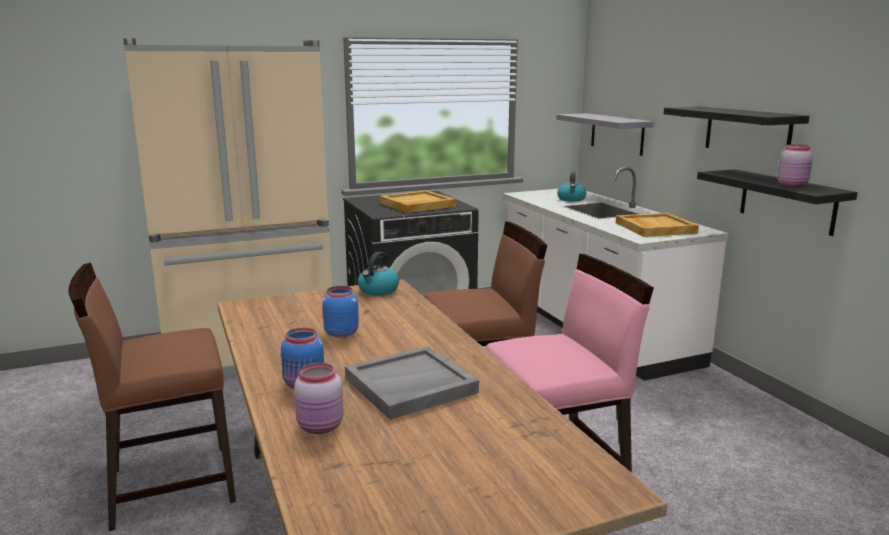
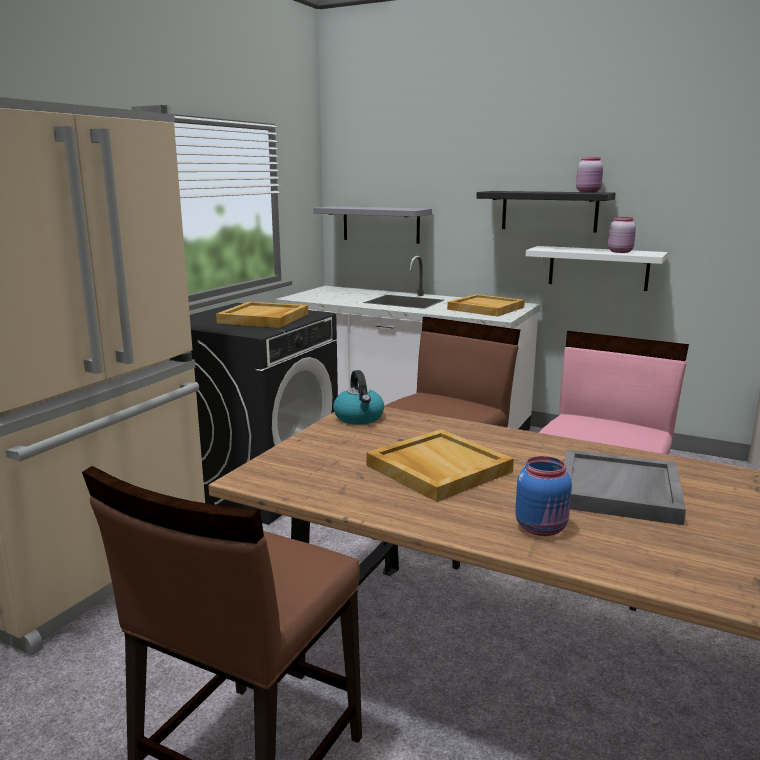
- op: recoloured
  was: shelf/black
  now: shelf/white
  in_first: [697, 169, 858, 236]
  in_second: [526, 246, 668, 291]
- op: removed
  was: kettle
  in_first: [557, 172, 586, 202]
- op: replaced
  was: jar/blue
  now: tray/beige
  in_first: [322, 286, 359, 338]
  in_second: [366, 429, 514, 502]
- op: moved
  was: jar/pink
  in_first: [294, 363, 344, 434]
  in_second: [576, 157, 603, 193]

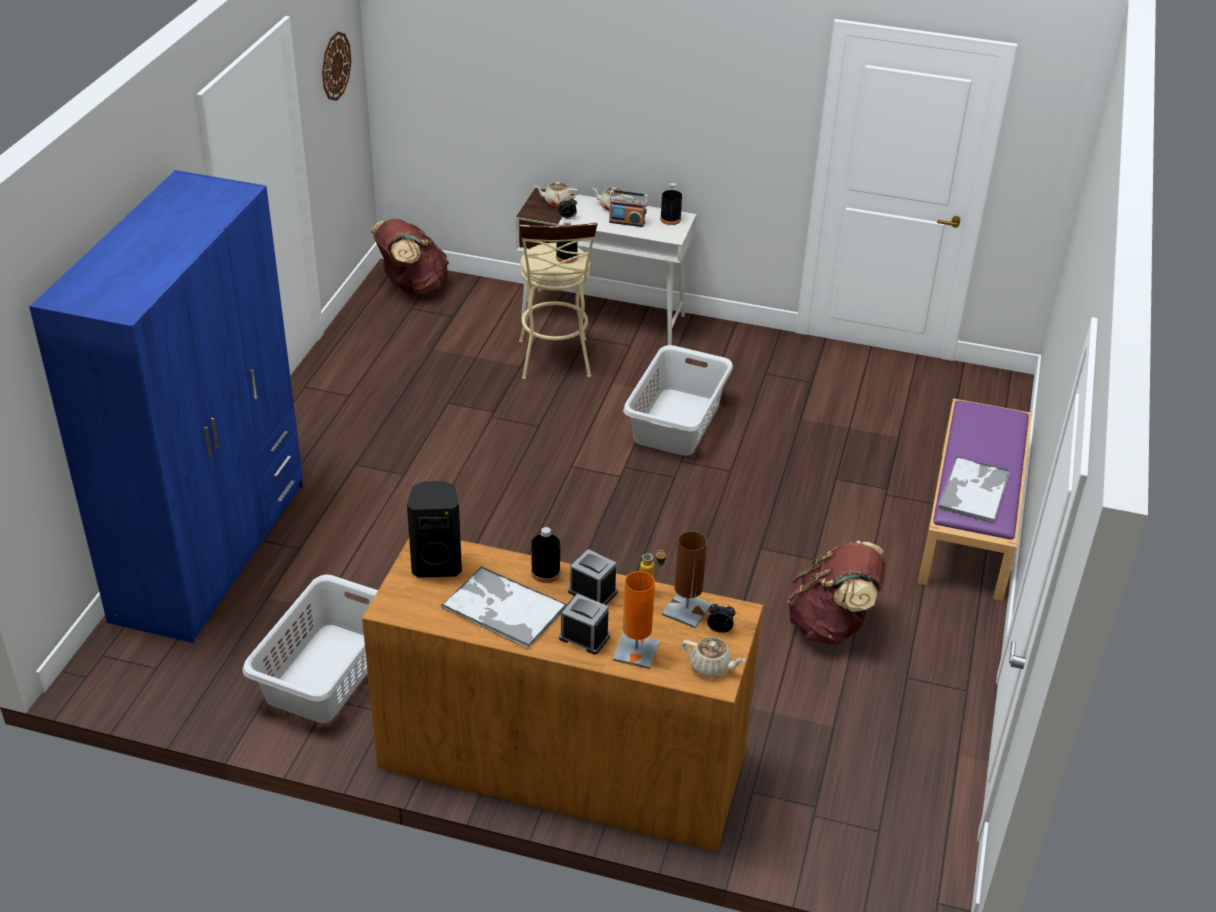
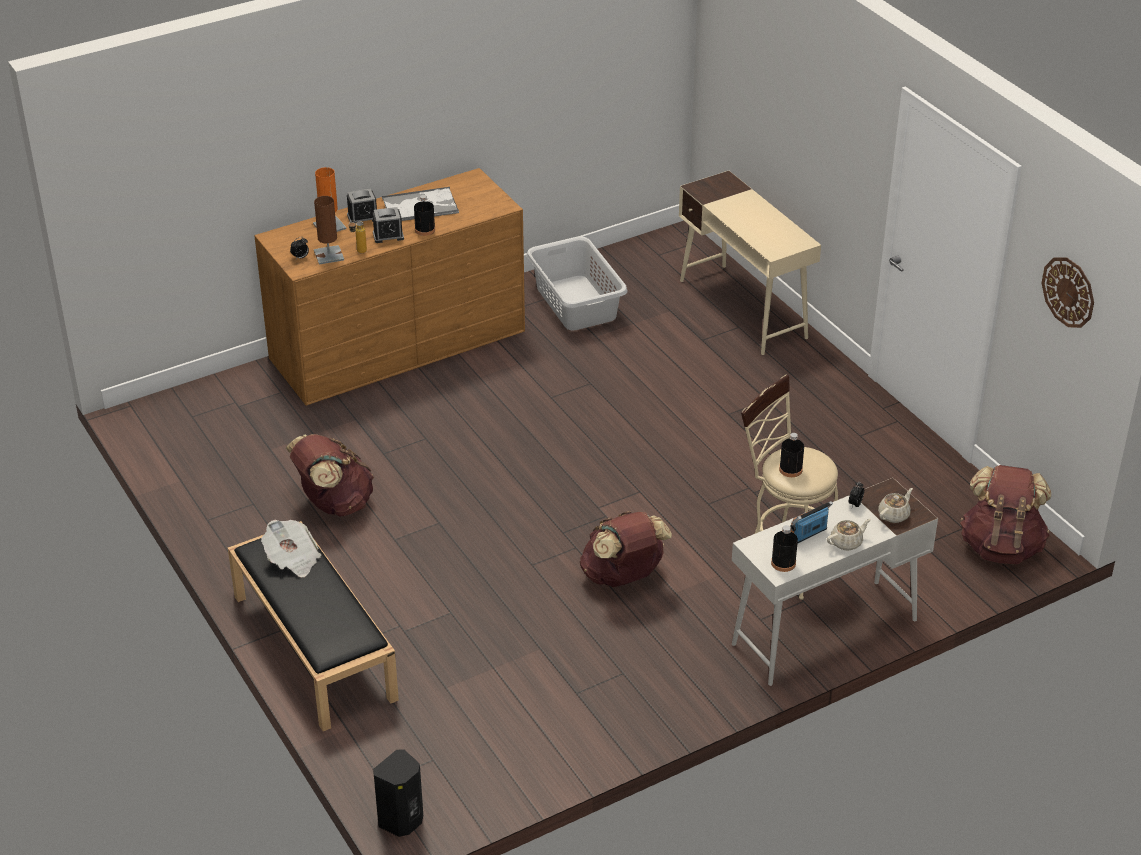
- op: replaced
  was: wardrobe/blue
  now: desk/beige
  in_first: [29, 170, 303, 643]
  in_second: [679, 171, 821, 355]
- op: replaced
  was: laundry basket/grey
  now: backpack/brown
  in_first: [623, 345, 733, 456]
  in_second: [580, 511, 672, 587]
- op: recoloured
  was: bench/purple
  now: bench/black
  in_first: [918, 398, 1032, 601]
  in_second: [228, 521, 399, 731]
- op: replaced
  was: tray
  now: newspaper
  in_first: [938, 457, 1010, 523]
  in_second: [261, 520, 321, 577]
- op: moved
  was: speaker/black
  in_first: [407, 481, 462, 578]
  in_second: [373, 750, 423, 837]
- op: removed
  was: teapot/beige
  in_first: [682, 637, 746, 677]

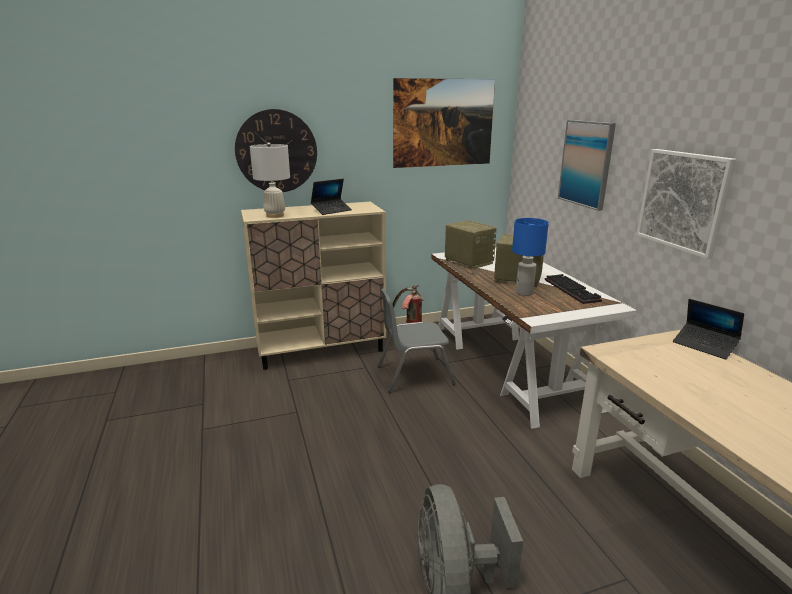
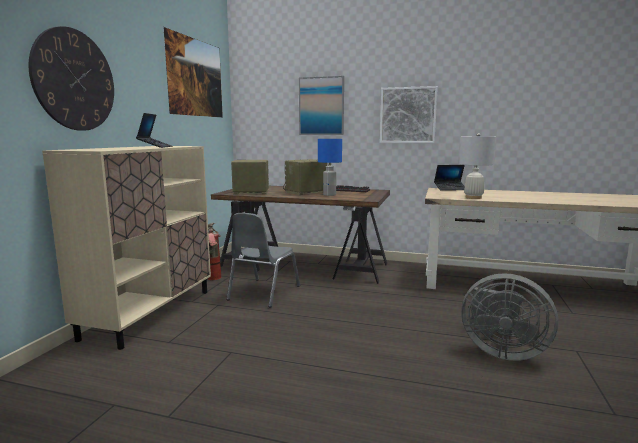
- op: moved
  was: table lamp/white
  in_first: [250, 142, 290, 218]
  in_second: [459, 133, 496, 199]
- op: recoloured
  was: desk/white
  now: desk/brown
  in_first: [432, 247, 637, 429]
  in_second: [211, 186, 390, 284]

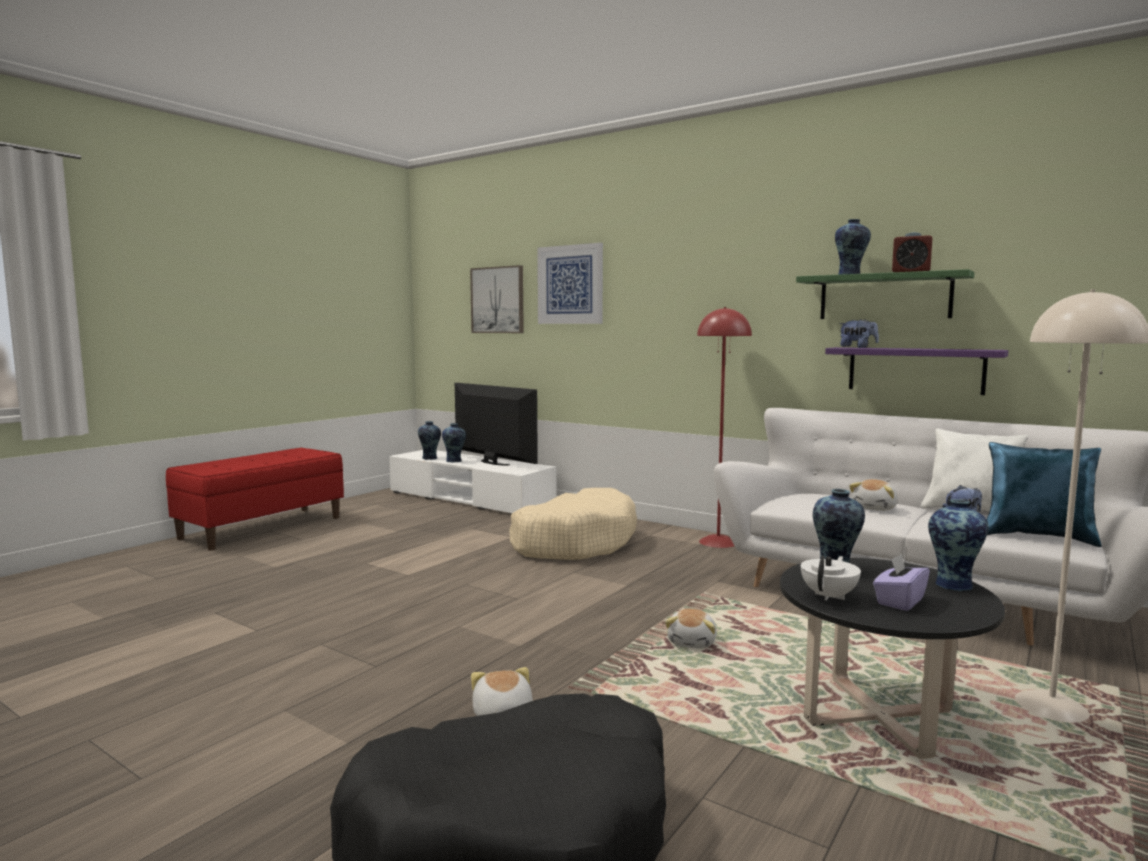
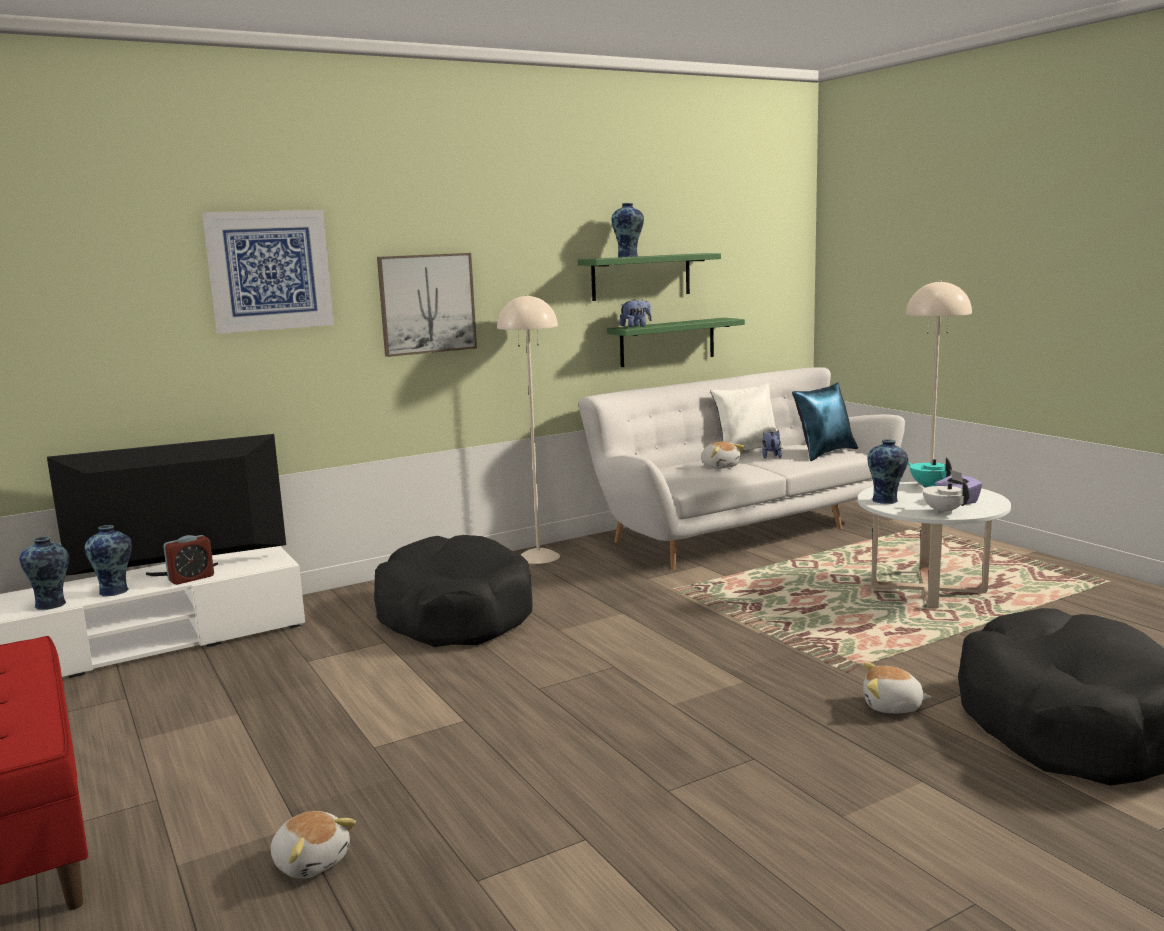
- op: moved
  was: alarm clock
  in_first: [892, 232, 932, 272]
  in_second: [163, 535, 214, 585]
- op: moved
  was: picture
  in_first: [470, 265, 524, 333]
  in_second: [377, 253, 477, 357]
- op: recoloured
  was: floor lamp/red
  now: floor lamp/beige
  in_first: [697, 307, 752, 548]
  in_second: [497, 294, 560, 564]
- op: recoloured
  was: shelf/purple
  now: shelf/green
  in_first: [825, 347, 1008, 395]
  in_second: [607, 318, 745, 367]
- op: recoloured
  was: dog bed/beige
  now: dog bed/black
  in_first: [509, 488, 637, 560]
  in_second: [374, 535, 533, 647]
- op: replaced
  was: vase
  now: teapot/turquoise
  in_first: [928, 499, 989, 591]
  in_second: [908, 457, 952, 487]
- op: recoloured
  was: coffee table/black
  now: coffee table/white
  in_first: [780, 558, 1005, 759]
  in_second: [857, 482, 1011, 608]
- op: moved
  was: plush toy
  in_first: [665, 609, 717, 649]
  in_second: [271, 811, 356, 879]

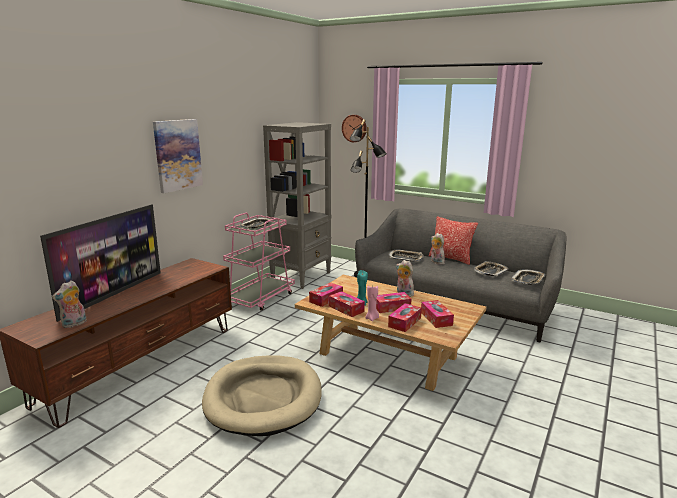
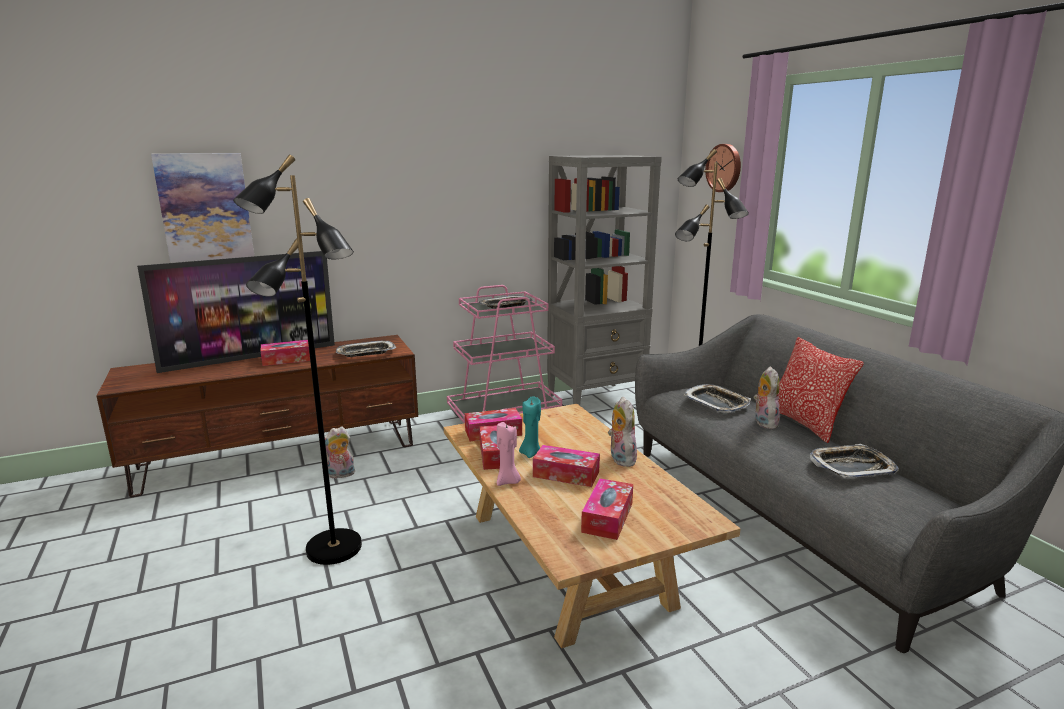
- op: moved
  was: picture
  in_first: [153, 119, 203, 193]
  in_second: [151, 153, 254, 262]
- op: moved
  was: tray
  in_first: [511, 269, 545, 285]
  in_second: [336, 340, 396, 357]
- op: moved
  was: plush toy
  in_first: [52, 280, 87, 328]
  in_second: [319, 426, 355, 479]
- op: moved
  was: tissue box
  in_first: [388, 303, 422, 332]
  in_second: [261, 340, 310, 366]
- op: replaced
  was: dog bed/beige
  now: floor lamp/black
  in_first: [202, 355, 322, 436]
  in_second: [233, 154, 362, 565]

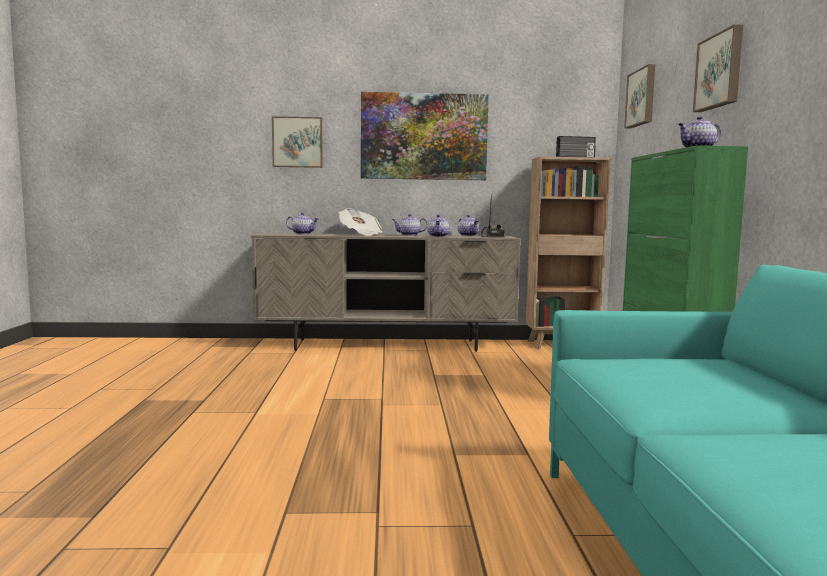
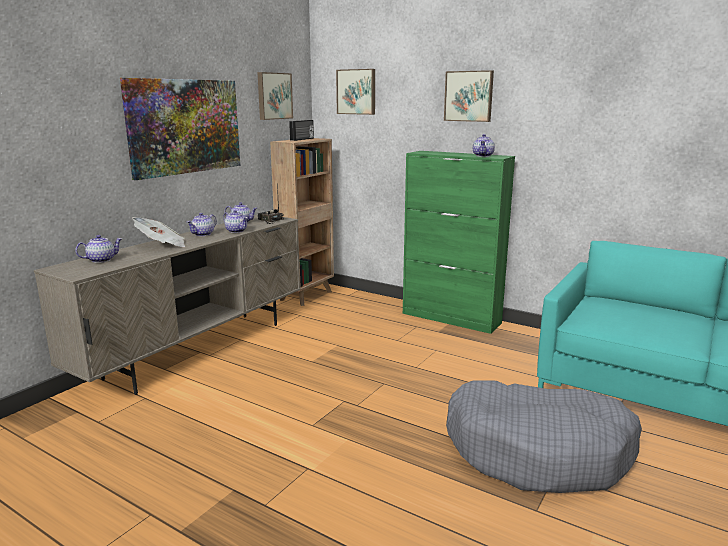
- op: moved
  was: picture
  in_first: [272, 116, 322, 168]
  in_second: [257, 72, 293, 120]
- op: added
  now: dog bed/grey
  in_second: [446, 380, 642, 493]

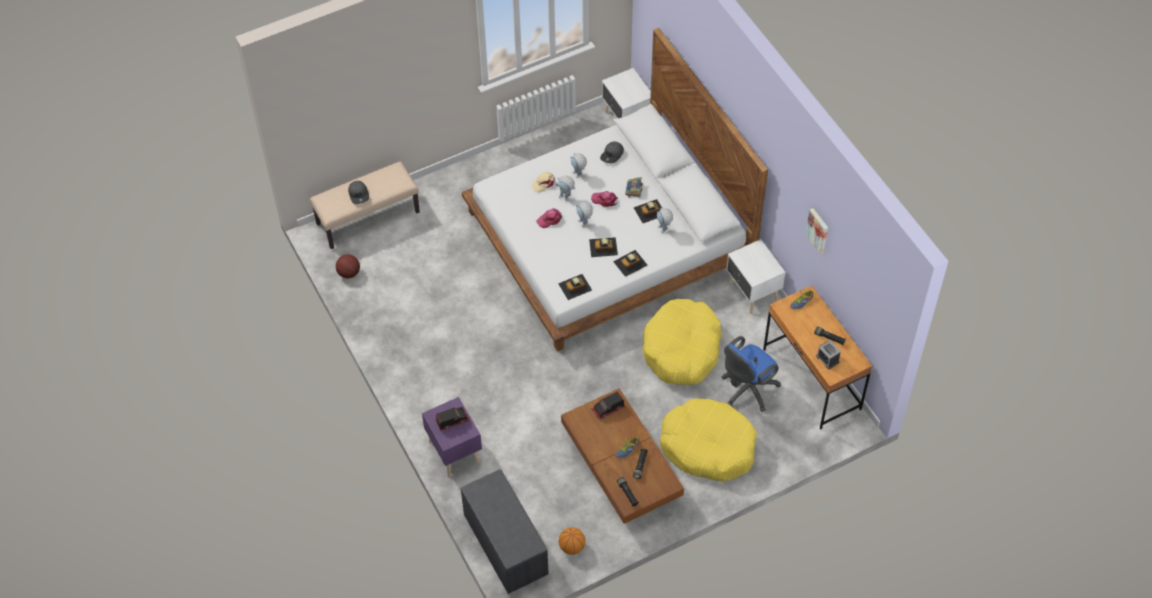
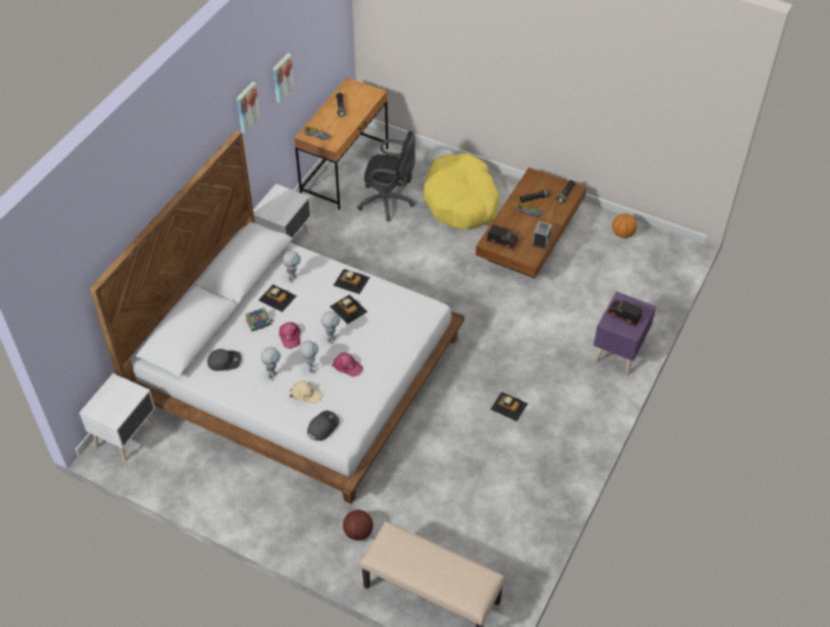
- op: moved
  was: cap/grey
  in_first: [348, 181, 369, 204]
  in_second: [307, 411, 339, 441]
- op: moved
  was: basketball
  in_first: [336, 254, 360, 279]
  in_second: [343, 510, 373, 540]
- op: moved
  was: toy car
  in_first: [558, 274, 592, 300]
  in_second: [490, 392, 528, 421]
- op: removed
  was: dog bed/yellow
  in_first: [642, 299, 722, 385]
- op: recoloured
  was: office chair/blue
  now: office chair/black
  in_first: [722, 336, 781, 412]
  in_second: [357, 131, 415, 221]
- op: moved
  was: alarm clock
  in_first: [816, 341, 841, 369]
  in_second: [532, 221, 552, 249]
- op: removed
  was: bench/grey
  in_first: [461, 469, 549, 594]
- op: added
  now: picture
  in_second: [236, 82, 260, 133]

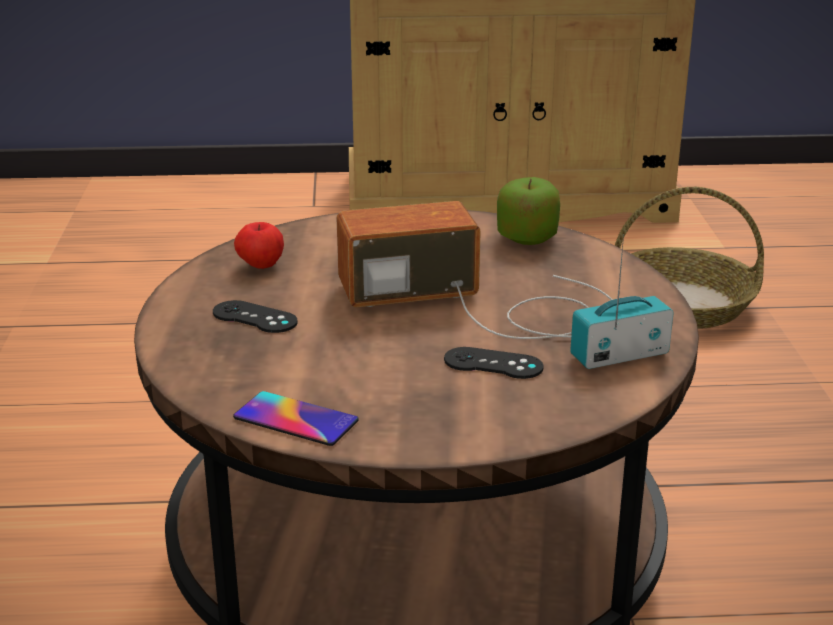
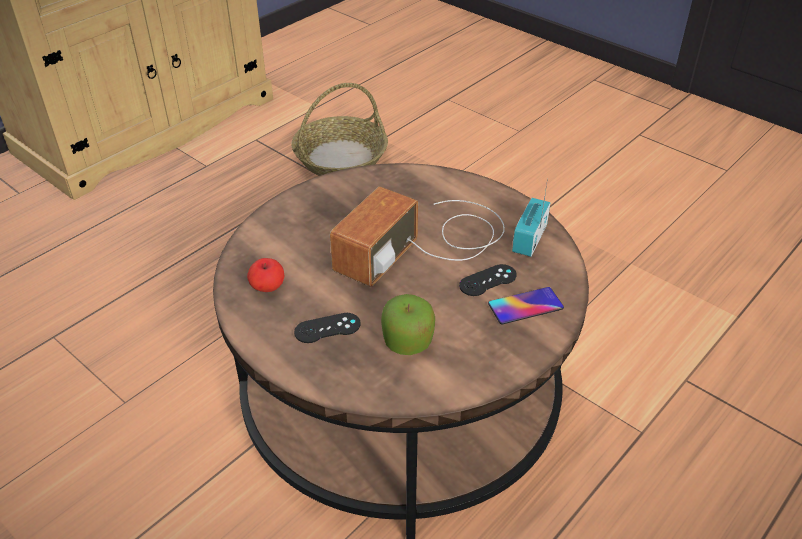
- op: moved
  was: apple
  in_first: [497, 177, 560, 245]
  in_second: [381, 294, 435, 355]
- op: moved
  was: phone
  in_first: [233, 391, 359, 446]
  in_second: [488, 287, 564, 324]

